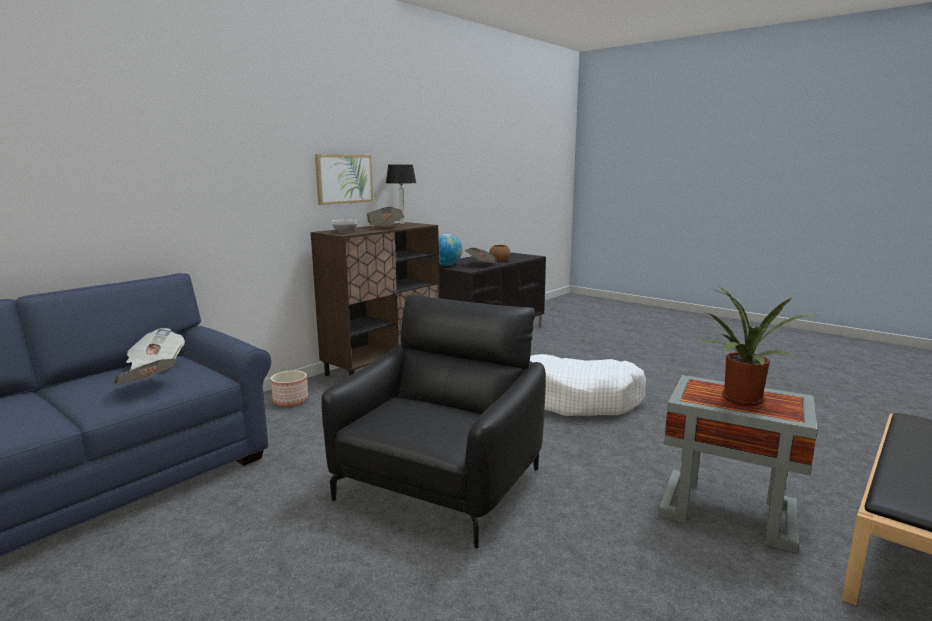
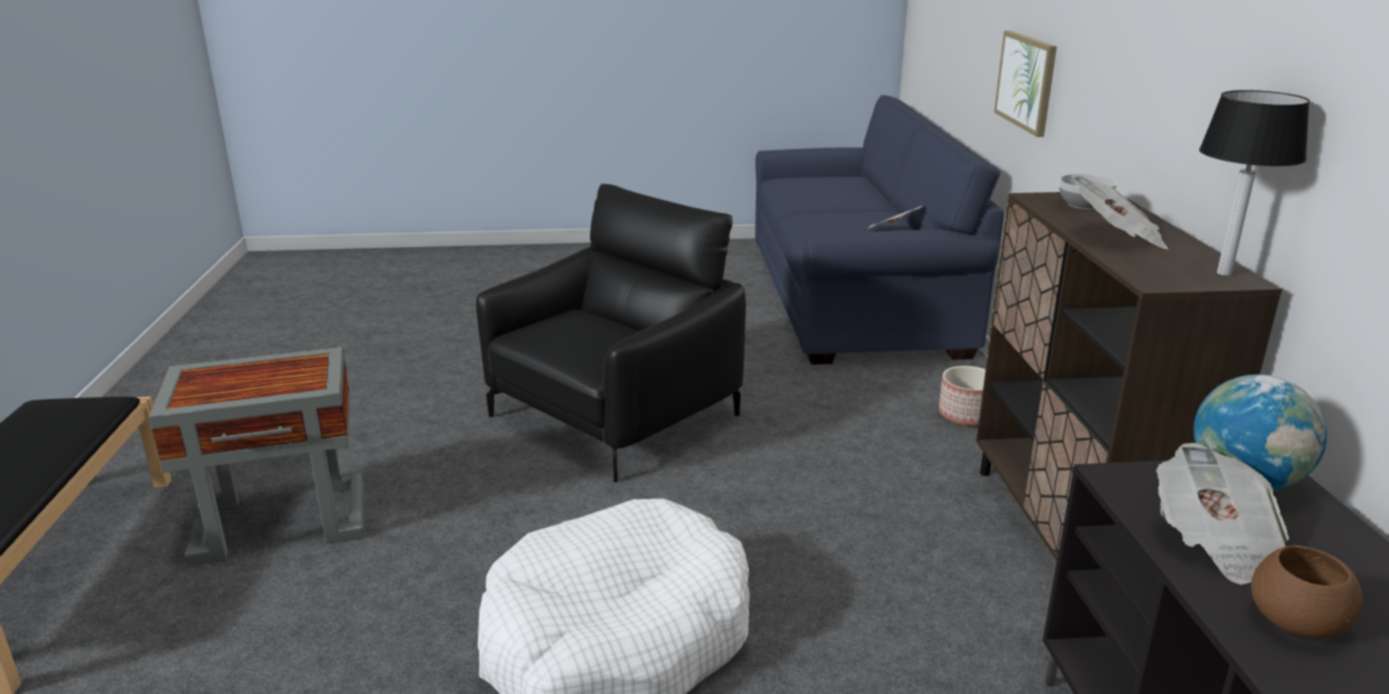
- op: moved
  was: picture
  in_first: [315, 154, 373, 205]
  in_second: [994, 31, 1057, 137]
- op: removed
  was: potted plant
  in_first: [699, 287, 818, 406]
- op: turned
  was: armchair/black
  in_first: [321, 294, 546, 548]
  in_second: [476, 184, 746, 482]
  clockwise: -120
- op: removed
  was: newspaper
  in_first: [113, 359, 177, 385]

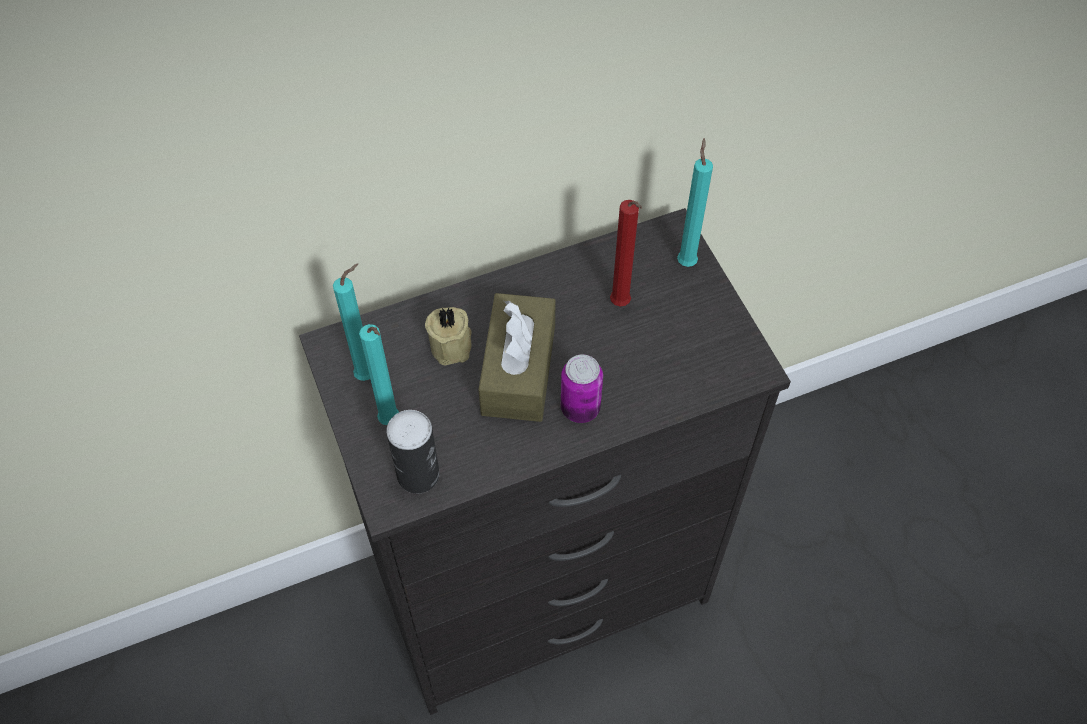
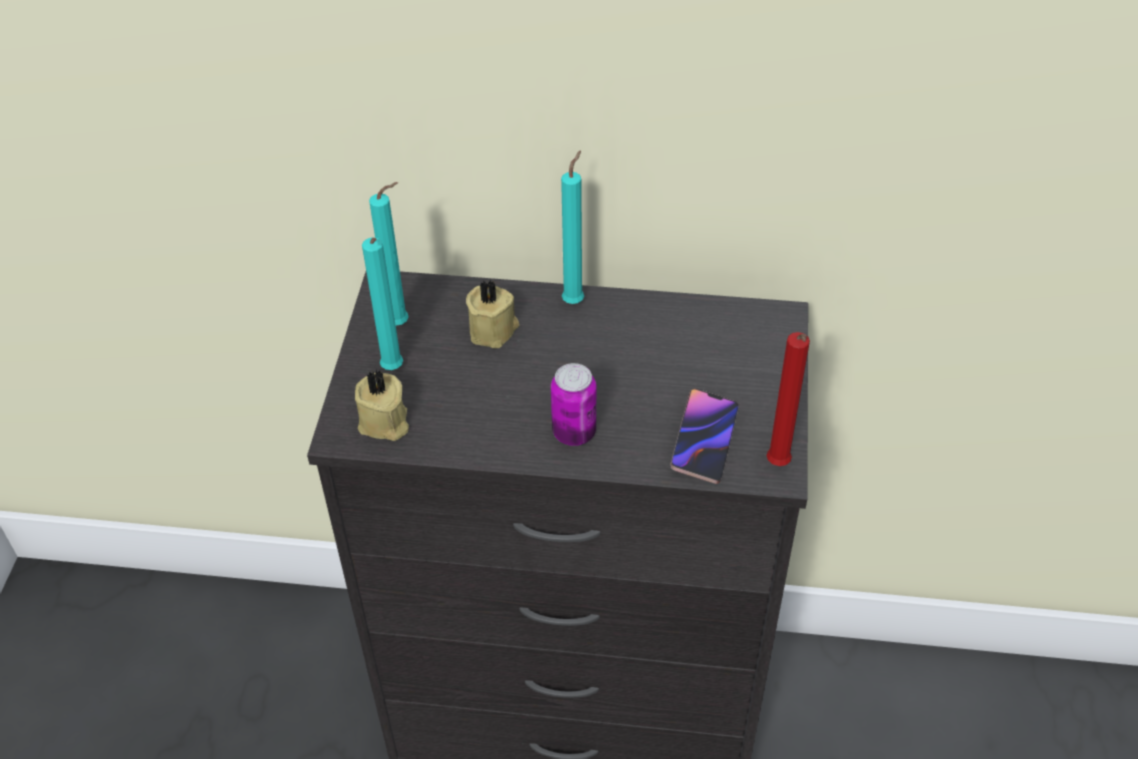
- op: moved
  was: candle/turquoise
  in_first: [677, 138, 713, 267]
  in_second: [561, 150, 584, 304]
- op: moved
  was: candle/red
  in_first: [610, 200, 642, 306]
  in_second: [766, 332, 810, 466]
- op: removed
  was: tissue box/brown
  in_first: [478, 293, 556, 422]
- op: replaced
  was: can
  now: candle/beige
  in_first: [386, 410, 440, 494]
  in_second: [355, 370, 409, 441]
- op: added
  now: phone
  in_second: [670, 389, 739, 484]

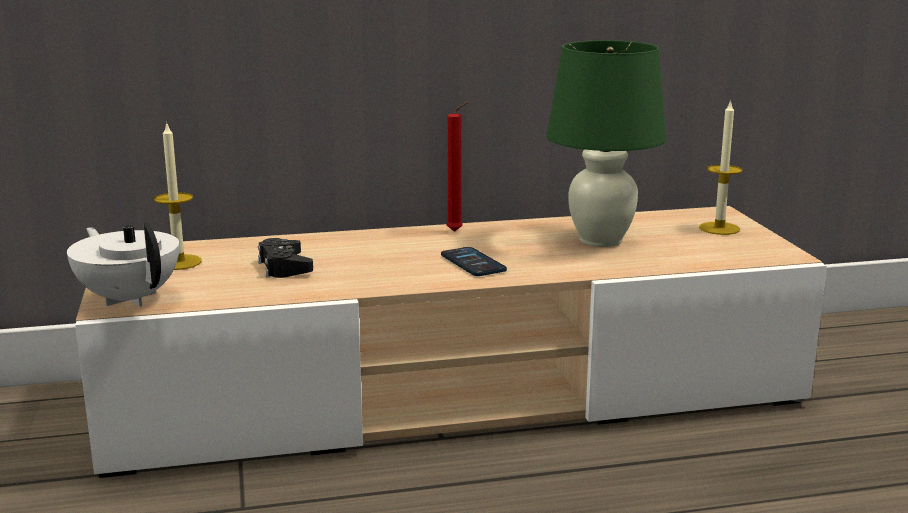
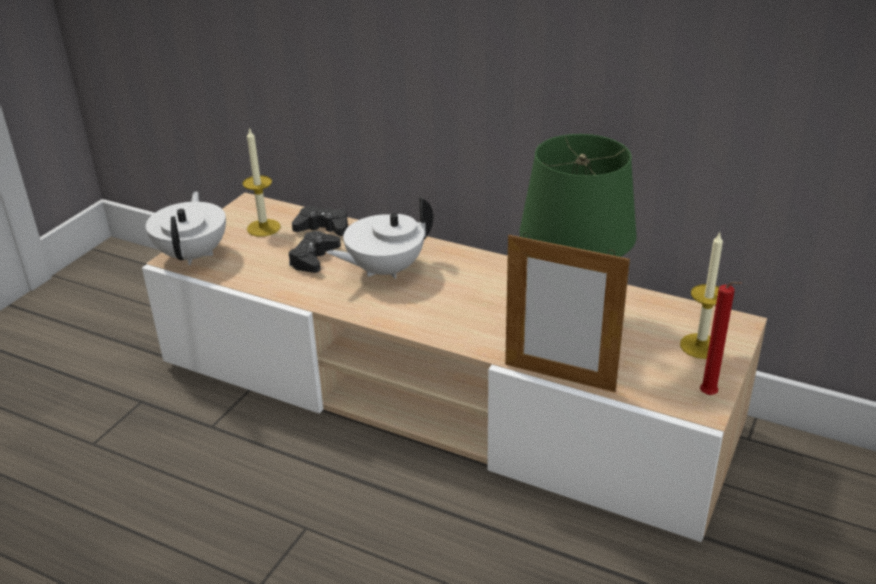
- op: moved
  was: candle/red
  in_first: [447, 102, 468, 232]
  in_second: [700, 282, 742, 395]
- op: removed
  was: phone
  in_first: [441, 247, 507, 276]
- op: added
  now: teapot/white
  in_second: [326, 197, 434, 279]
- op: added
  now: game controller/black
  in_second: [292, 206, 348, 236]
- op: added
  now: picture frame
  in_second: [505, 233, 630, 392]

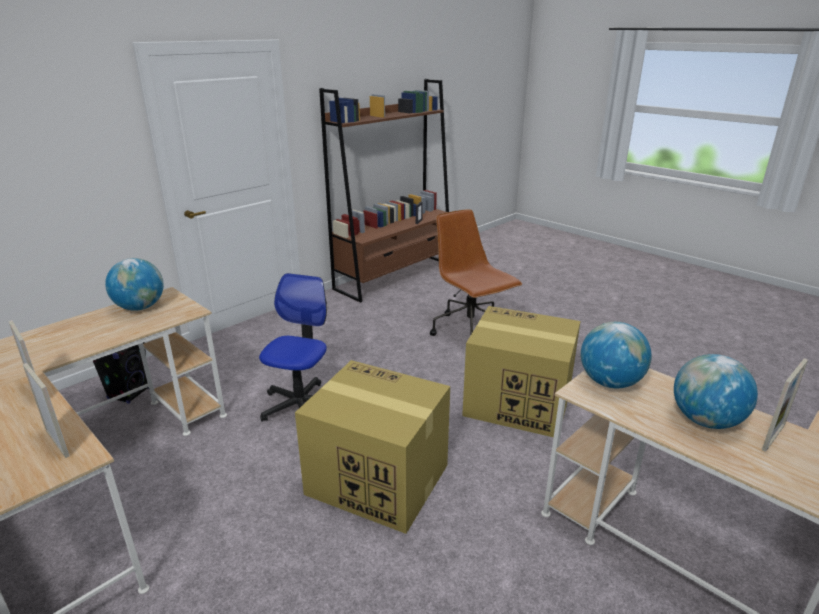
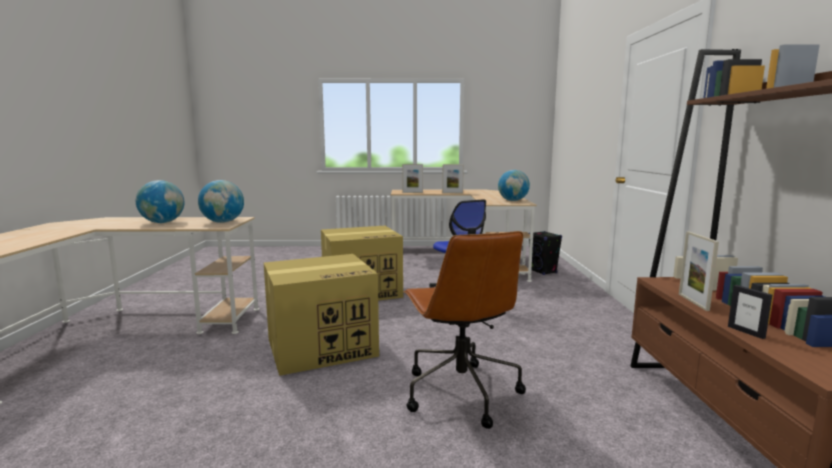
- op: turned
  was: office chair/brown
  in_first: [430, 209, 522, 336]
  in_second: [404, 231, 526, 429]
  clockwise: 60
- op: moved
  was: picture frame
  in_first: [762, 358, 808, 452]
  in_second: [679, 231, 719, 311]

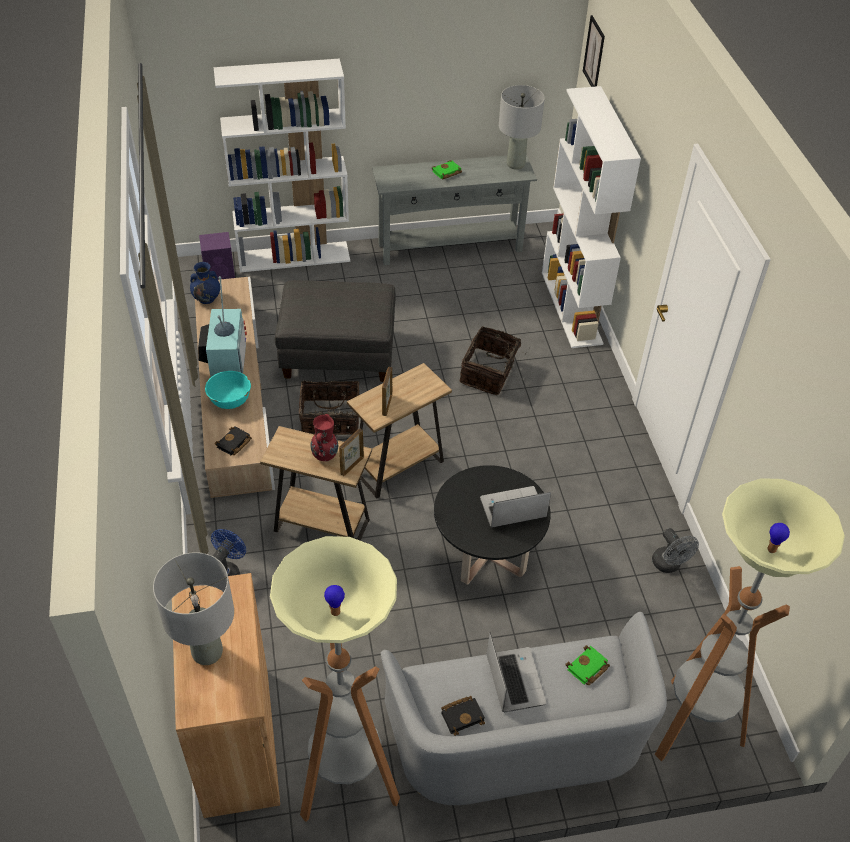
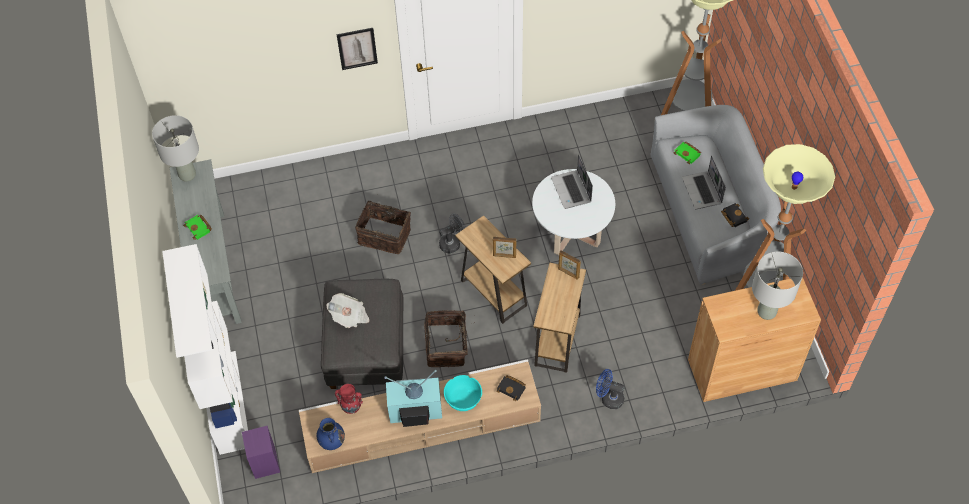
- op: moved
  was: picture
  in_first: [583, 15, 605, 87]
  in_second: [336, 28, 378, 70]
- op: removed
  was: bookcase/white
  in_first: [542, 86, 641, 348]
- op: moved
  was: vase/red
  in_first: [311, 414, 338, 462]
  in_second: [335, 384, 363, 414]
- op: recoloured
  was: coffee table/black
  now: coffee table/white
  in_first: [434, 465, 551, 585]
  in_second: [532, 169, 615, 255]
- op: moved
  was: fan/grey
  in_first: [652, 528, 699, 573]
  in_second: [439, 213, 466, 253]
- op: turned
  was: laptop
  in_first: [487, 632, 547, 712]
  in_second: [682, 155, 726, 209]
  clockwise: -90
- op: added
  now: newspaper
  in_second: [327, 293, 370, 328]

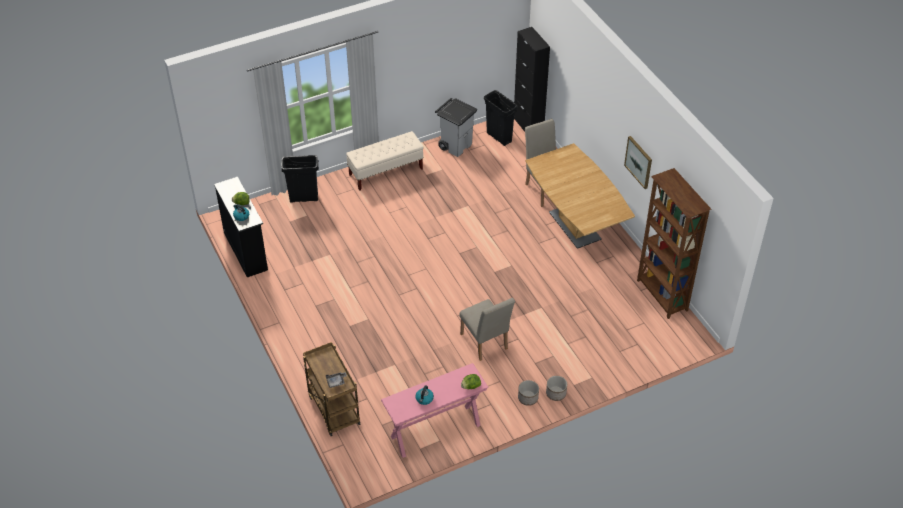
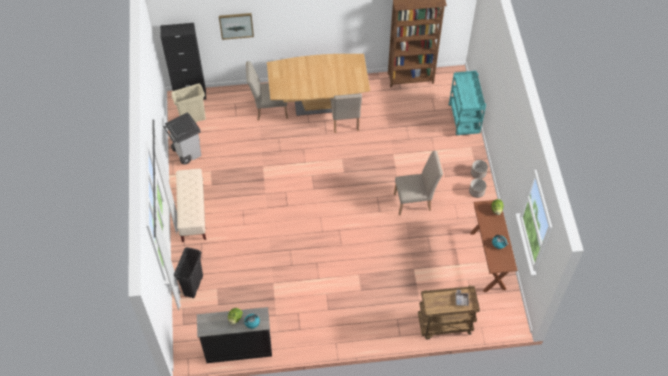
- op: recoloured
  was: trash can/black
  now: trash can/beige
  in_first: [484, 90, 518, 146]
  in_second: [171, 84, 206, 123]
- op: moved
  was: picture
  in_first: [624, 136, 652, 189]
  in_second: [219, 13, 254, 40]
- op: recoloured
  was: console table/pink
  now: console table/brown
  in_first: [381, 363, 489, 458]
  in_second: [470, 200, 518, 292]
- op: added
  now: cart/turquoise
  in_second: [448, 71, 486, 135]
- op: added
  now: chair/beige
  in_second: [330, 93, 362, 133]

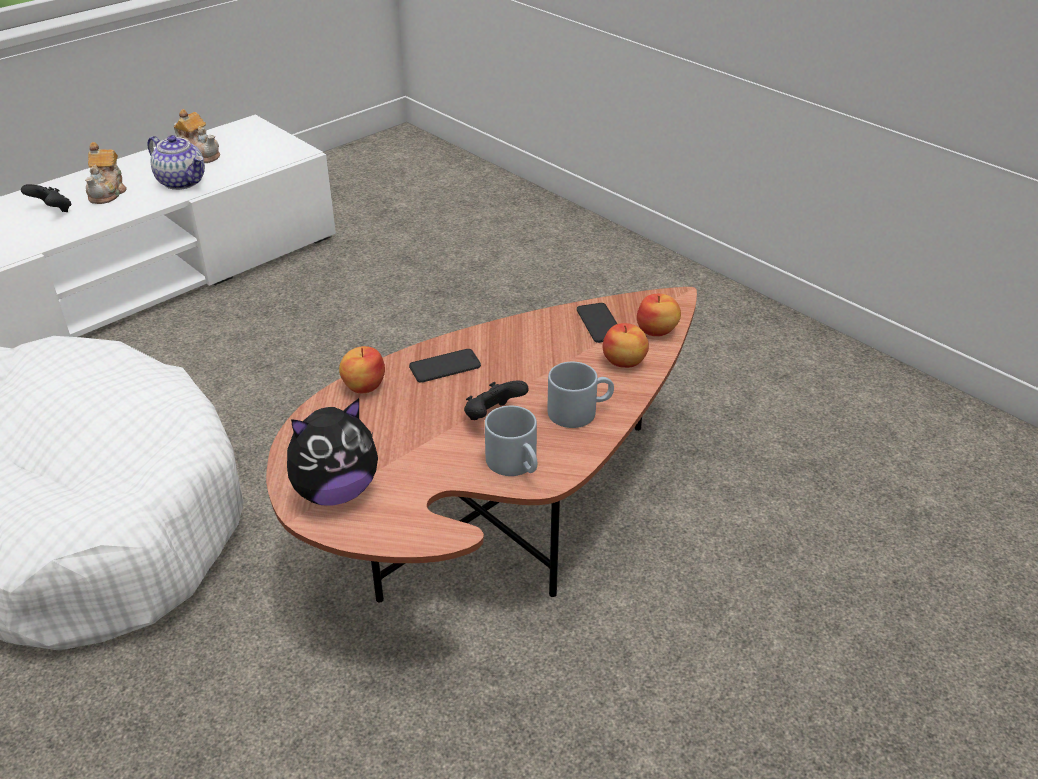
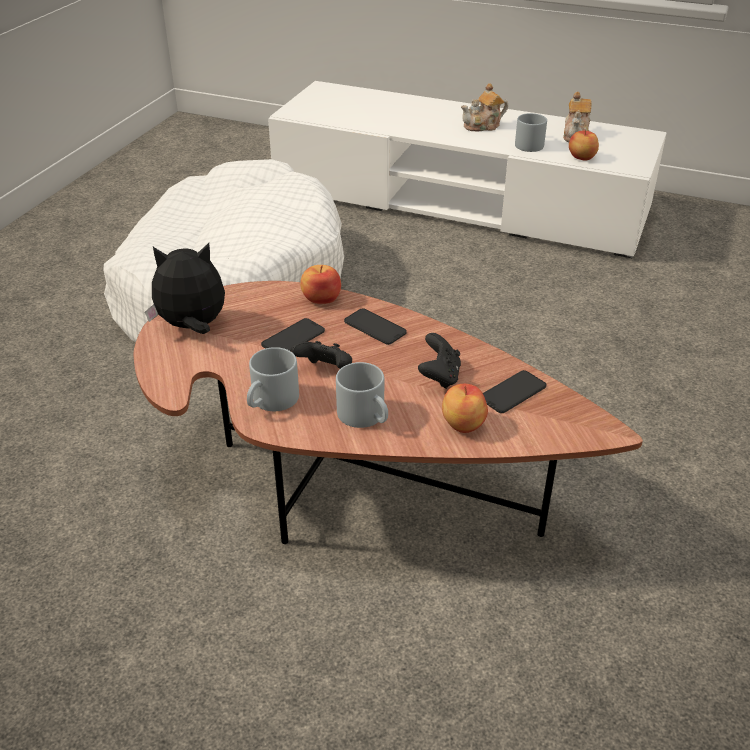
- op: replaced
  was: teapot
  now: mug/grey
  in_first: [147, 135, 205, 190]
  in_second: [515, 113, 547, 152]
- op: moved
  was: game controller/black
  in_first: [21, 184, 72, 212]
  in_second: [418, 333, 461, 389]
- op: moved
  was: apple
  in_first: [637, 294, 681, 336]
  in_second: [569, 129, 599, 161]
- op: turned
  was: plush toy
  in_first: [287, 398, 378, 505]
  in_second: [145, 243, 225, 334]
  clockwise: 135
- op: added
  now: phone
  in_second: [261, 318, 325, 351]

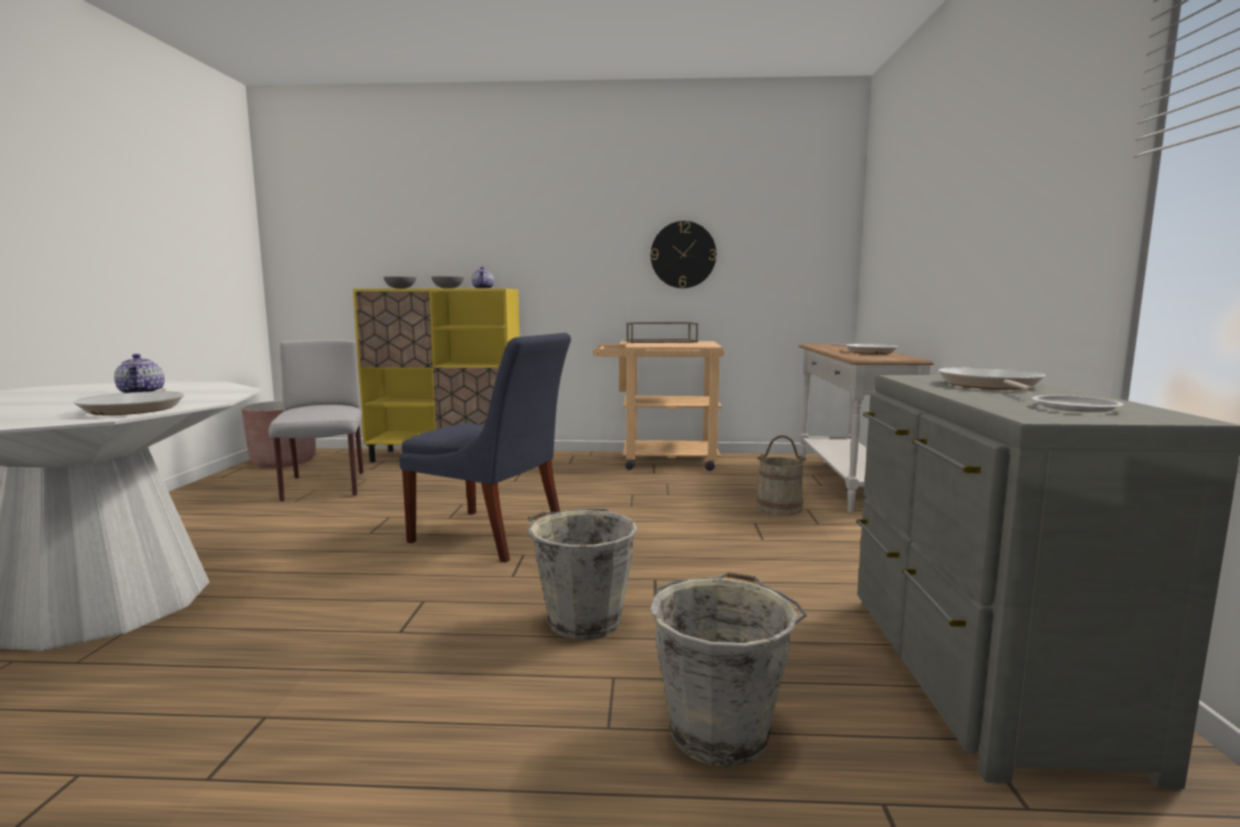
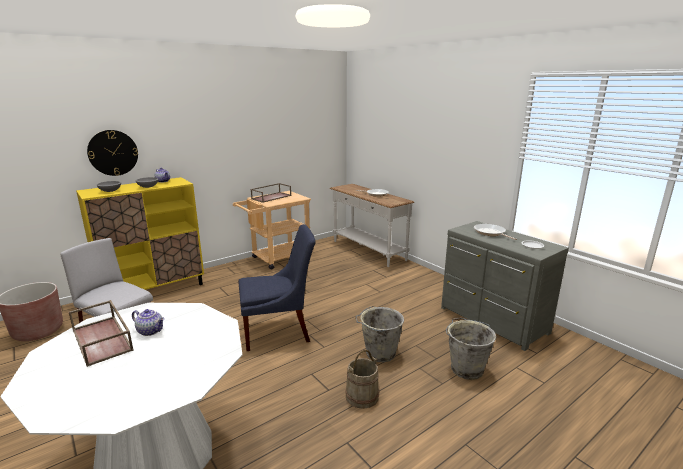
- op: moved
  was: wall clock
  in_first: [651, 221, 716, 288]
  in_second: [87, 130, 138, 176]
- op: removed
  was: frying pan
  in_first: [74, 388, 184, 415]
- op: moved
  was: bucket/beige
  in_first: [756, 435, 806, 516]
  in_second: [345, 350, 379, 409]
- op: added
  now: tray/brown
  in_second: [69, 300, 134, 367]

